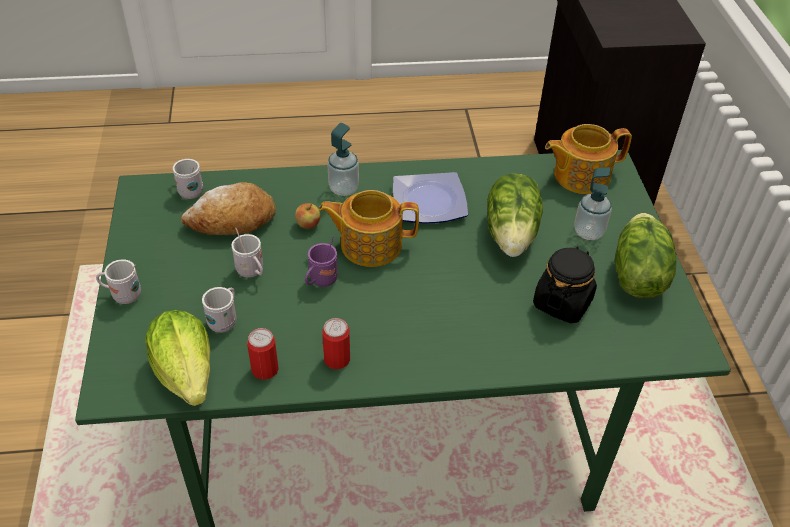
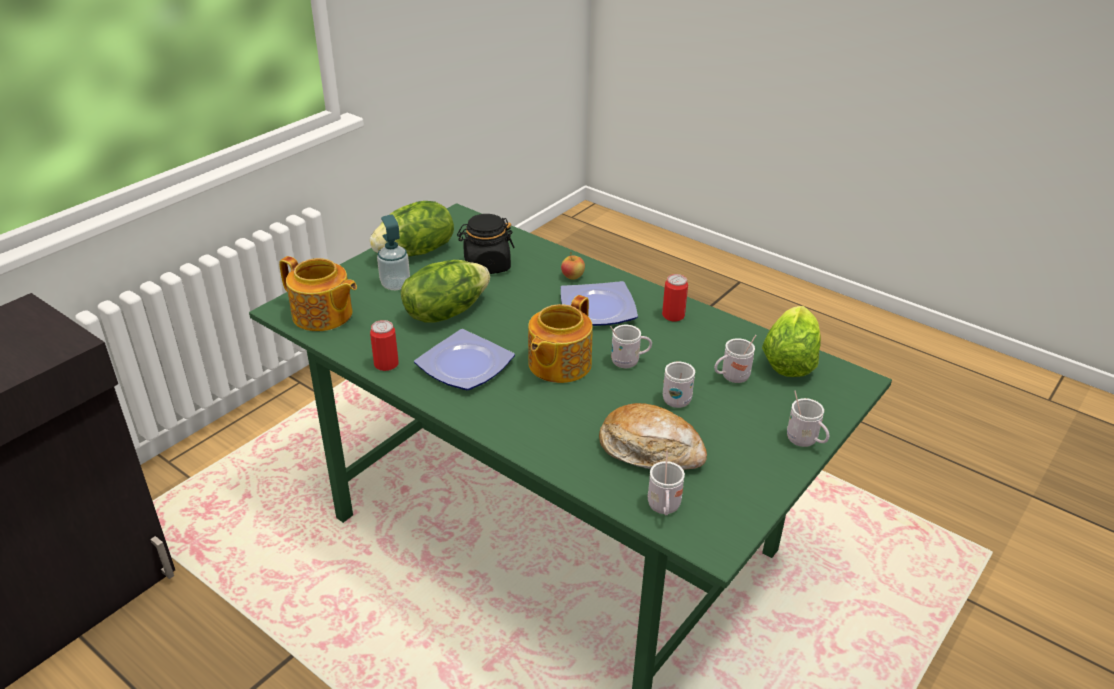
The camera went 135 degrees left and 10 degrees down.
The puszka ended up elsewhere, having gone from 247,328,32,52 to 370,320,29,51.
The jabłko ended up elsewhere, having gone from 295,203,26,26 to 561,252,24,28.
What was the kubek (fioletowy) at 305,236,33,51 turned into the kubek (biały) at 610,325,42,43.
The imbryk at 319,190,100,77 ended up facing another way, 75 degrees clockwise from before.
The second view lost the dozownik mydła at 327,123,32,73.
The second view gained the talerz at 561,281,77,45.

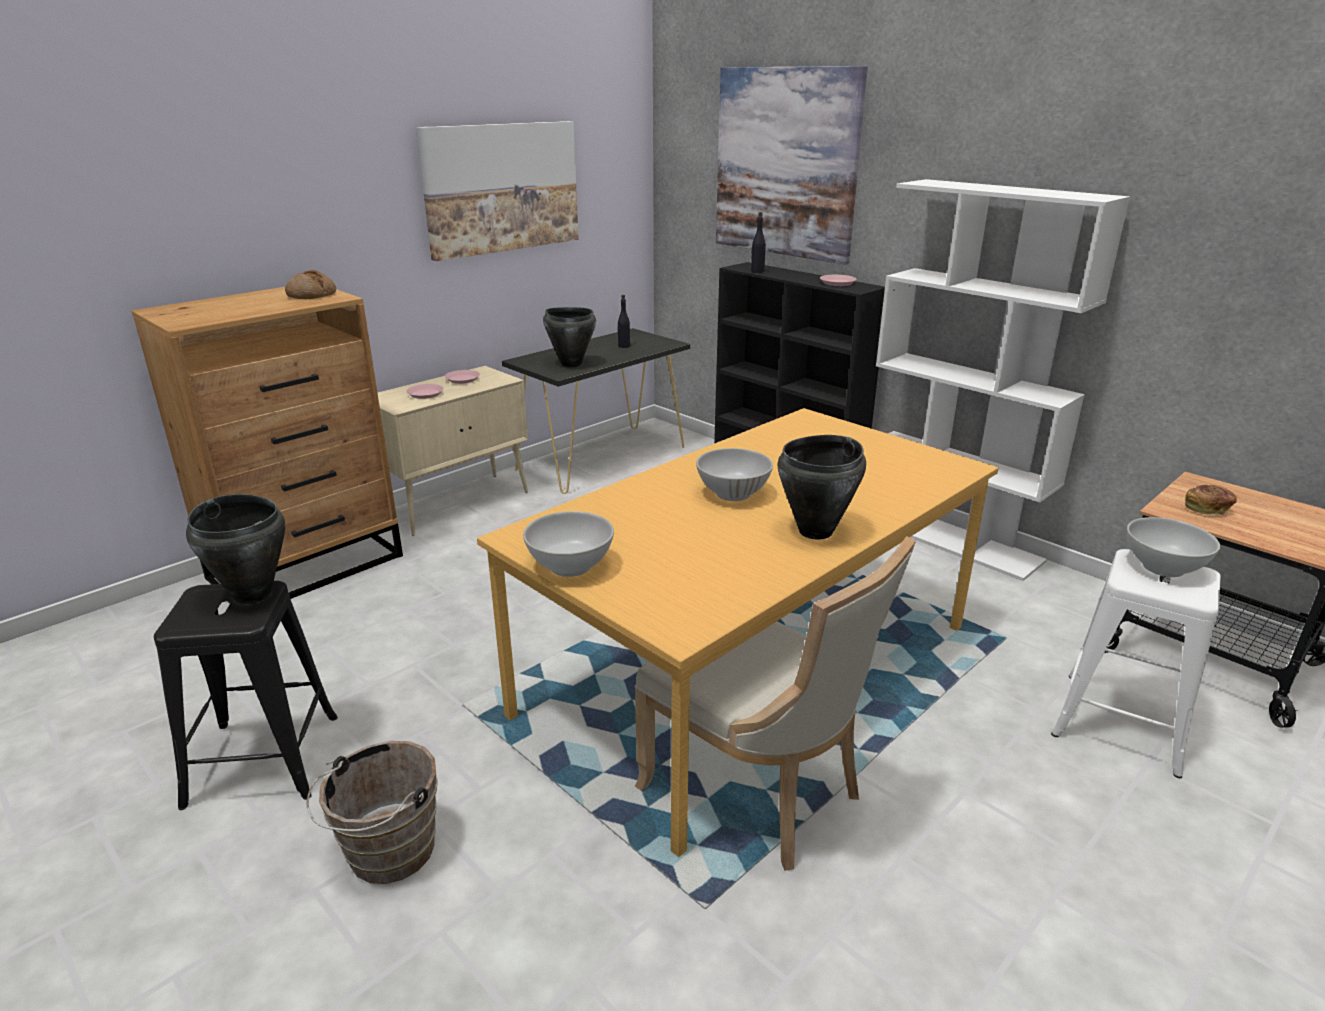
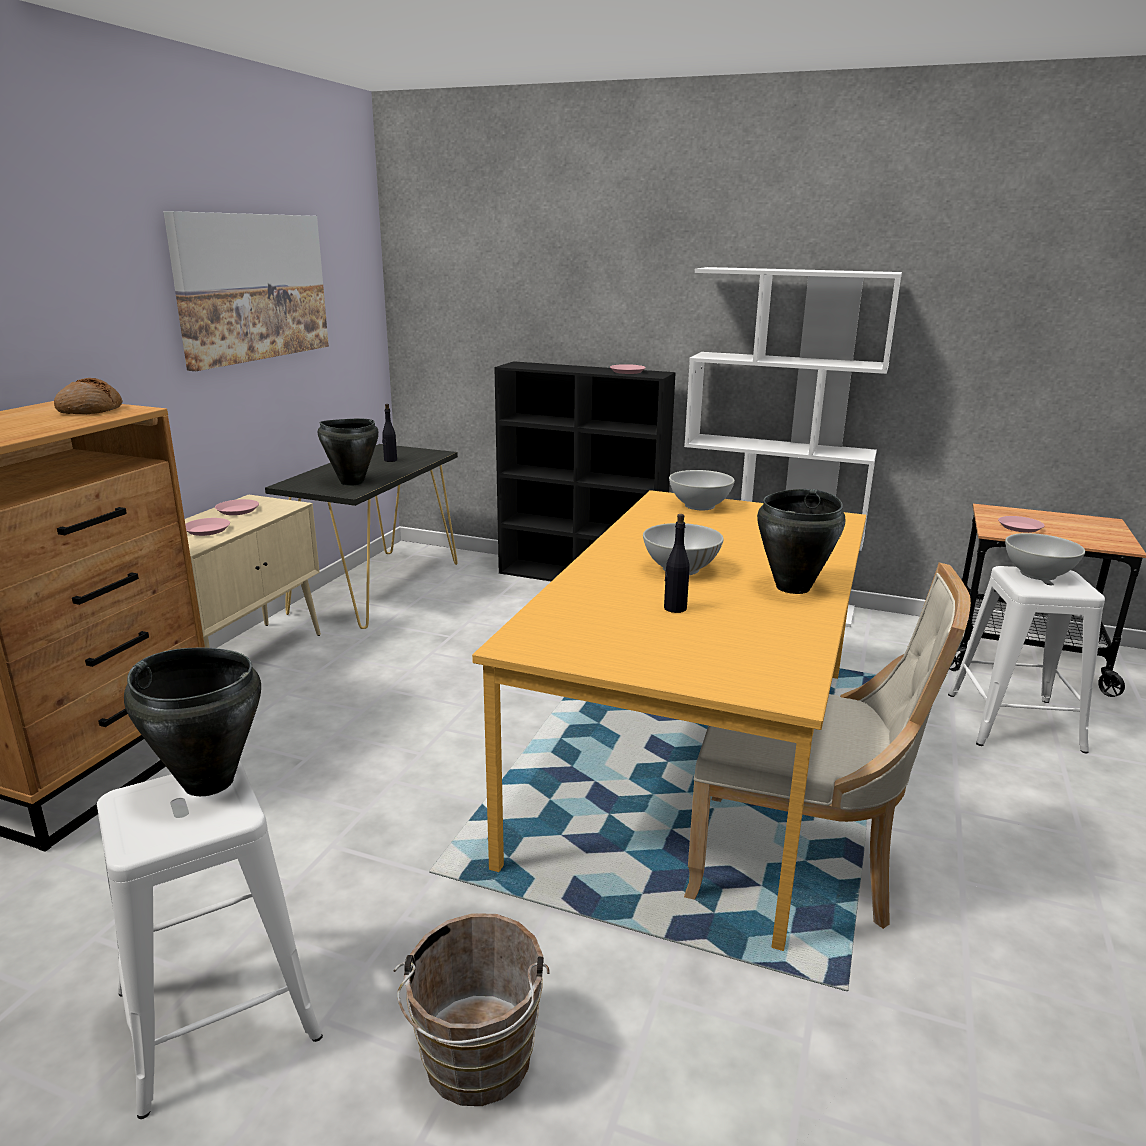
The camera went 25 degrees left and 5 degrees down.
What was the stołek (czarny) at 154,581,184,229 turned into the stołek (biały) at 97,762,226,357.
The miska (biały) ended up elsewhere, having gone from 523,511,91,66 to 669,470,66,40.
The second view lost the obraz at 716,66,152,199.
The butelka (czarny) ended up elsewhere, having gone from 751,212,15,61 to 664,514,26,99.
Where the chleb stood at 1185,485,52,31, the talerz (różowy) came to stand at 998,516,47,17.

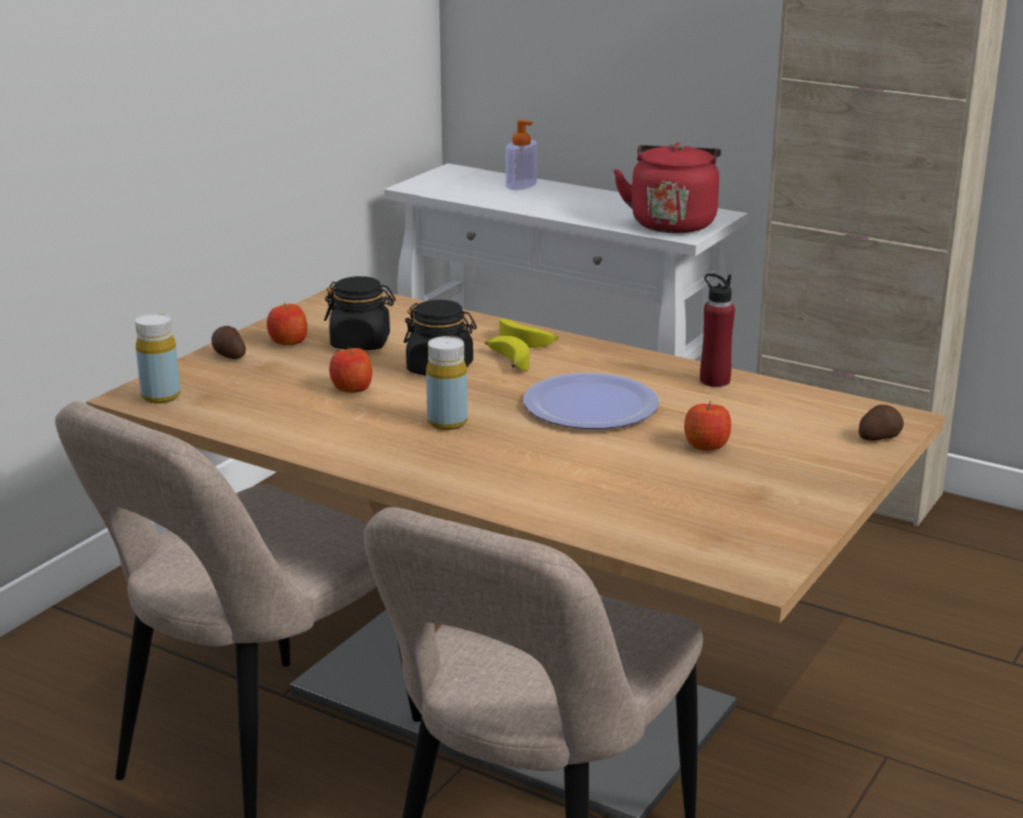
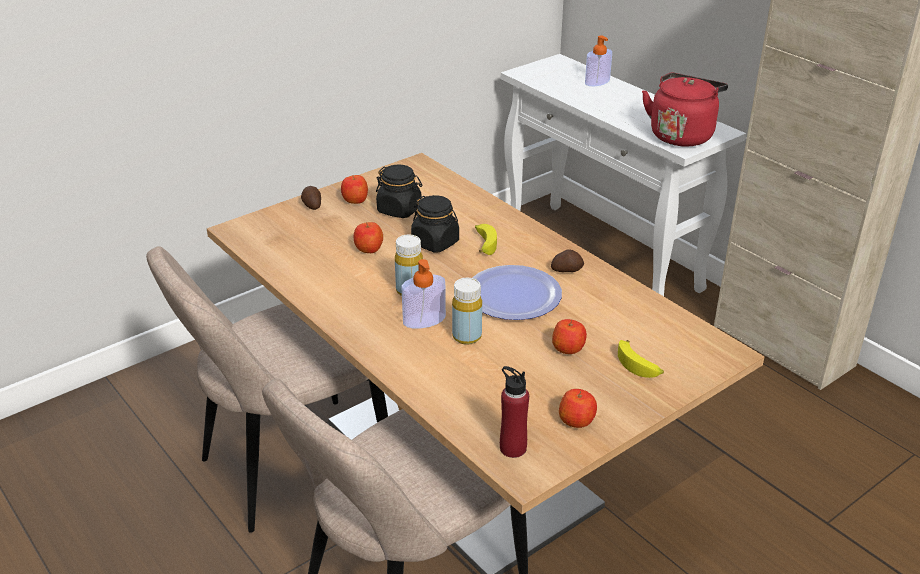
The camera went 20 degrees right and 10 degrees up.
The butelka (żółty) ended up elsewhere, having gone from 135,313,45,91 to 452,278,30,67.
The banan ended up elsewhere, having gone from 499,319,60,29 to 618,340,46,38.
The butelka (czerwony) ended up elsewhere, having gone from 700,273,35,114 to 500,366,29,92.
The ziemniak ended up elsewhere, having gone from 859,405,45,36 to 551,249,33,23.
The second view gained the dozownik mydła at 401,259,45,70.
The second view gained the jabłko at 559,389,38,39.

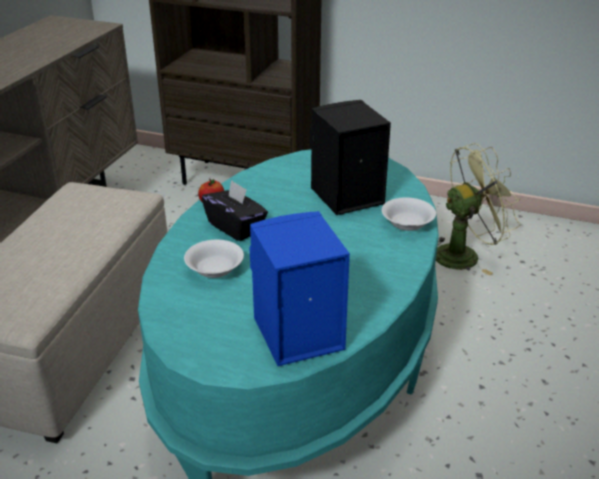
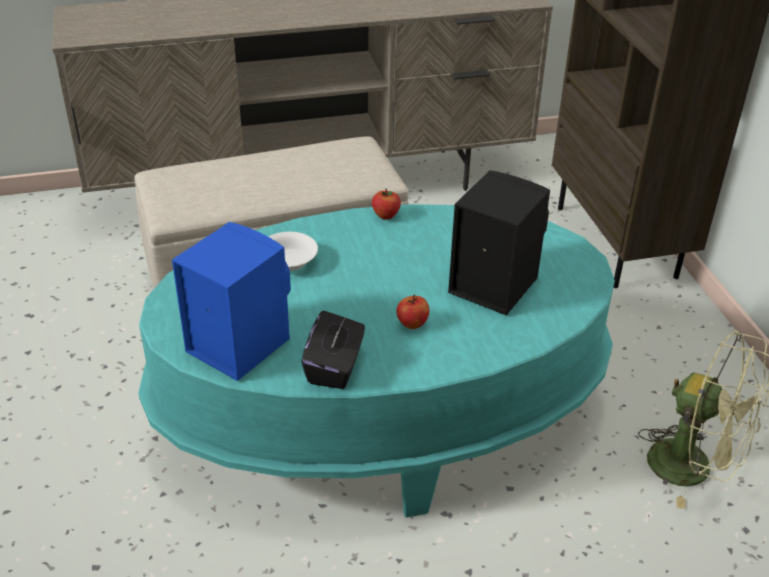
The camera went 55 degrees right and 5 degrees up.
The pudełko chusteczek (czarny) ended up elsewhere, having gone from 202,180,66,61 to 301,311,64,78.
The second view lost the miska (biały) at 382,197,54,34.
The second view gained the jabłko at 396,295,33,34.

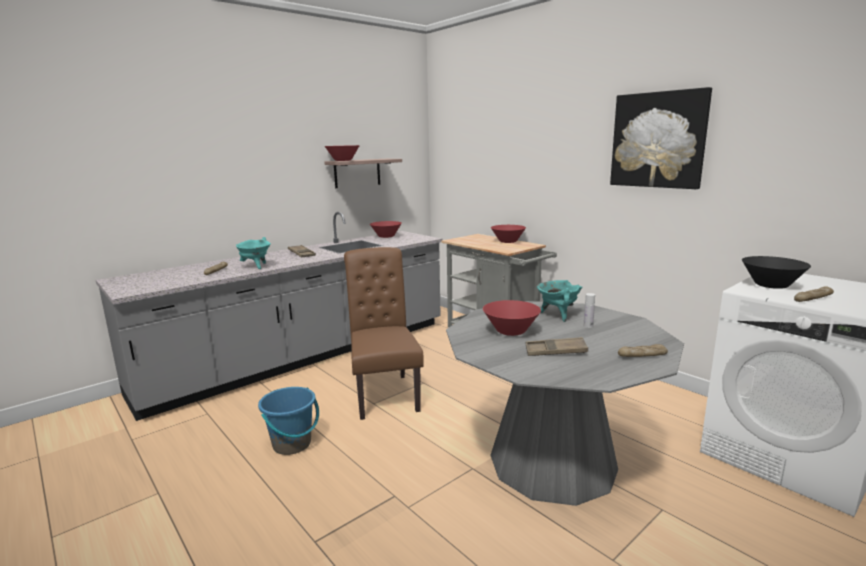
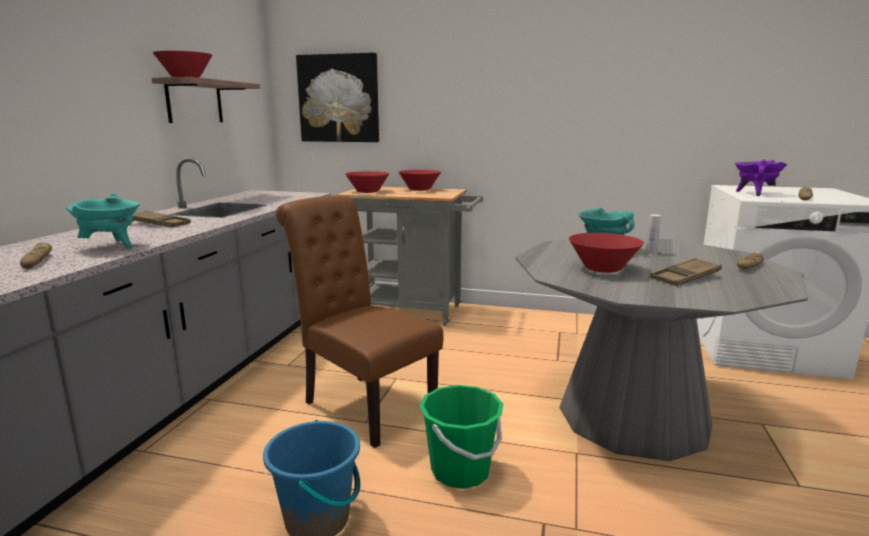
The camera went 35 degrees left and 0 degrees up.
The miska (czerwony) ended up elsewhere, having gone from 370,221,32,17 to 345,171,44,22.
The obraz ended up elsewhere, having gone from 610,87,102,102 to 296,52,83,90.
Where the miska (czarny) stood at 742,256,69,33, the garnek (fioletowy) came to stand at 735,159,52,37.
The second view gained the wiadro (zielony) at 419,385,84,104.

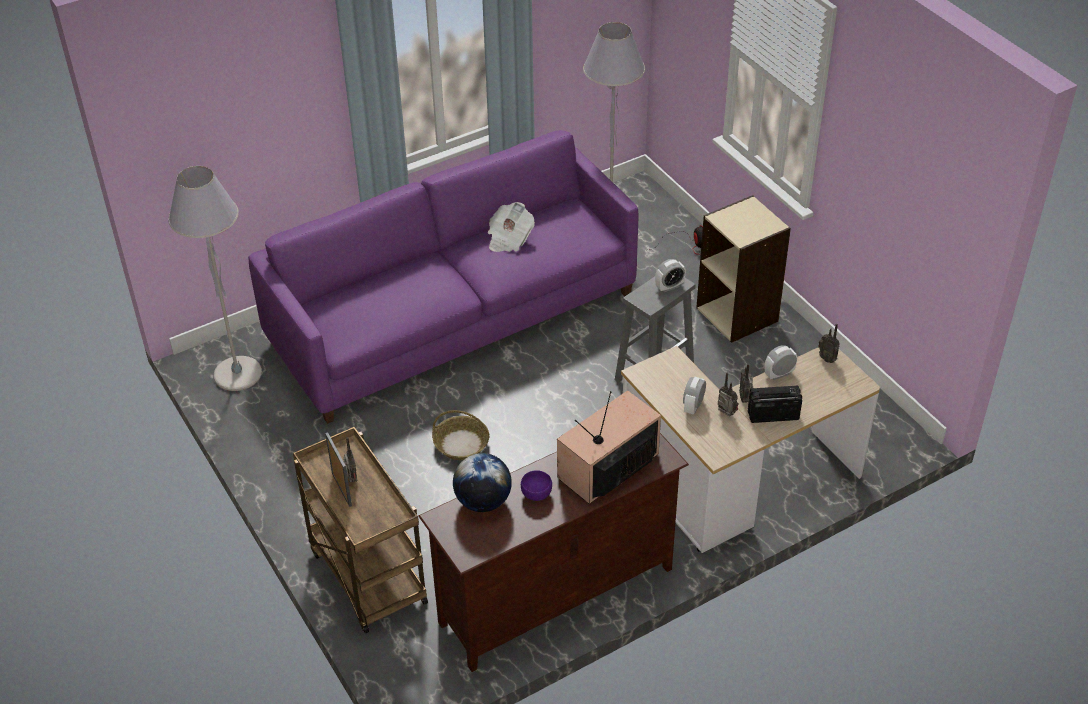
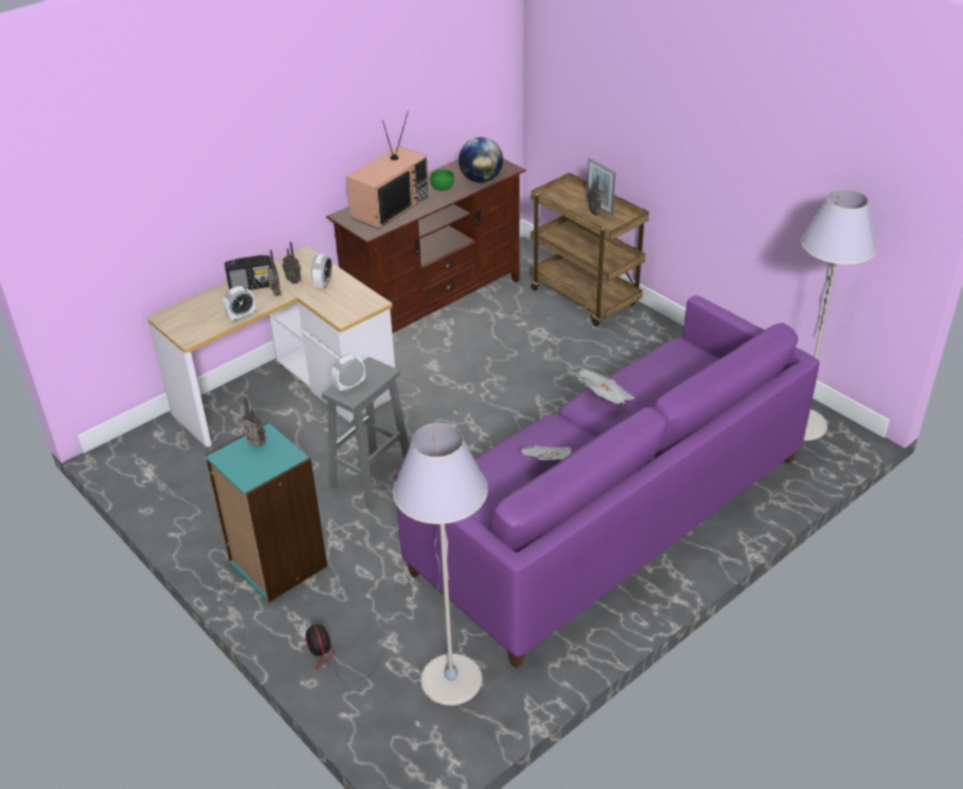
The camera went 170 degrees right and 5 degrees down.
The second view lost the koszyk at 432,410,57,50.
What was the miska (fioletowy) at 521,470,31,31 turned into the miska (zielony) at 430,169,24,22.
What was the regał (beżowy) at 696,195,95,148 turned into the regał (turkusowy) at 204,422,123,181.
The radio ended up elsewhere, having gone from 818,324,21,39 to 243,398,23,49.
The second view gained the gazeta at 578,369,57,35.

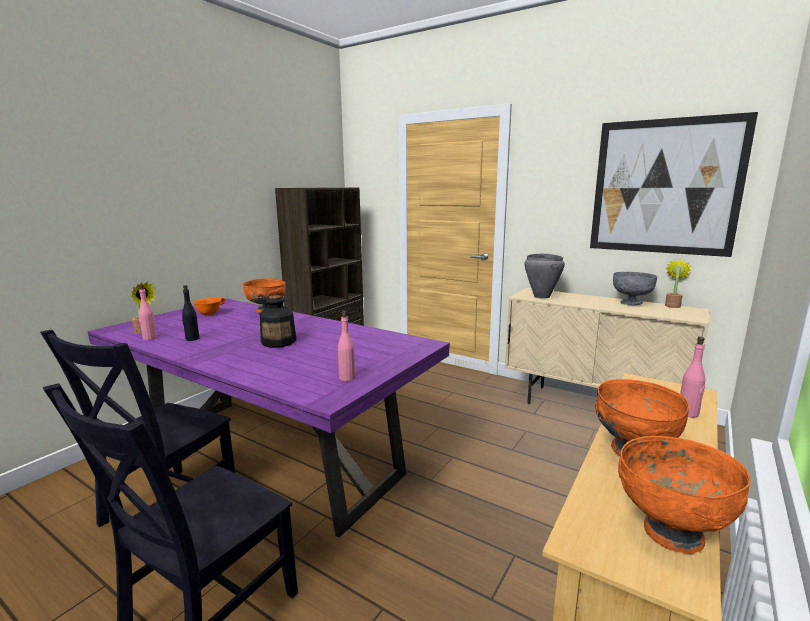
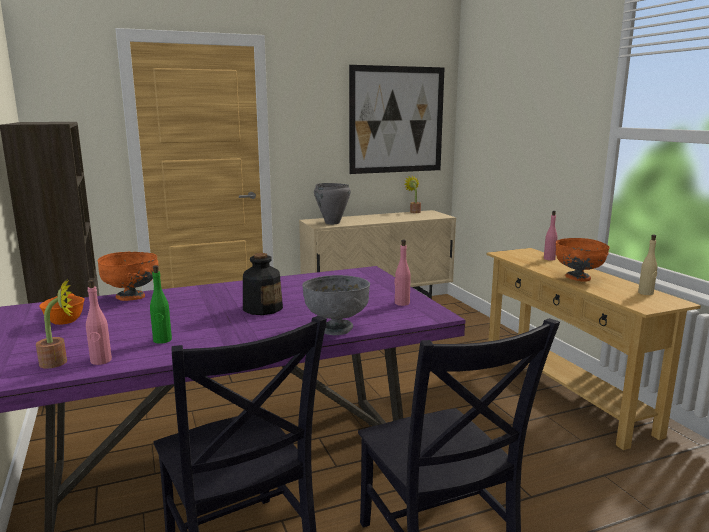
The camera went 55 degrees left and 0 degrees up.
What was the butelka (czarny) at 182,285,17,56 turned into the butelka (zielony) at 150,265,22,79.
The miska (szary) ended up elsewhere, having gone from 613,272,45,33 to 302,275,68,60.
Where the miska (pomarańczowy) stood at 618,436,132,118, the butelka (beżowy) came to stand at 638,235,19,60.

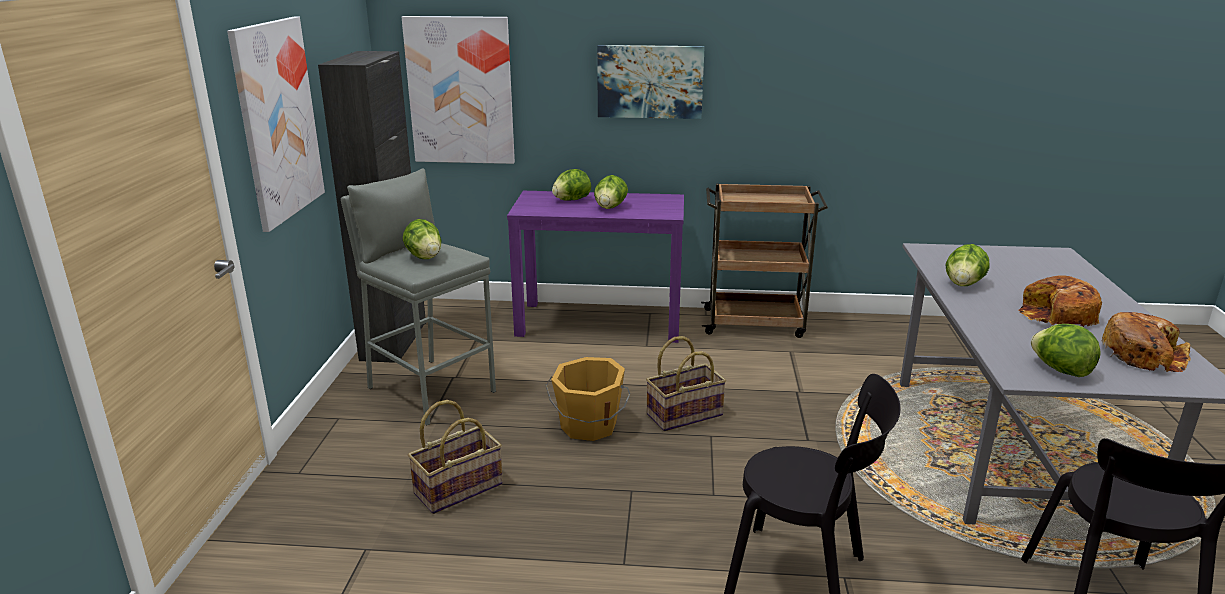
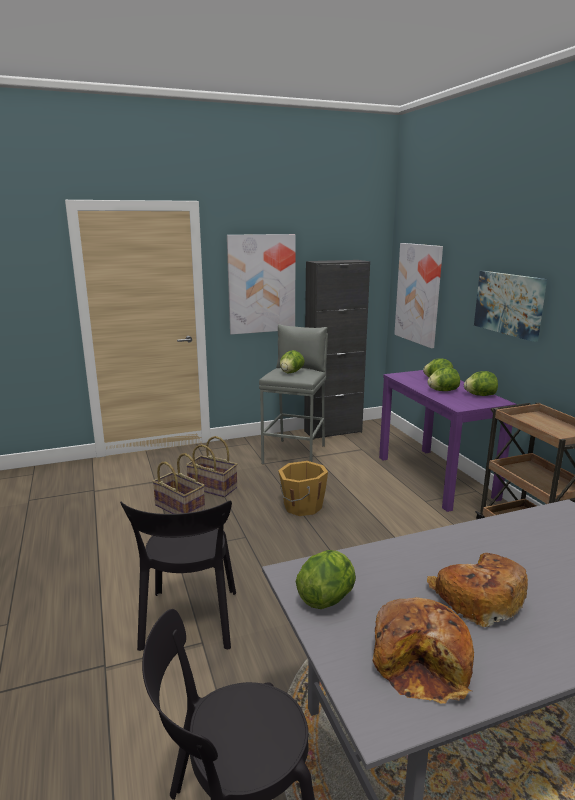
The camera went 65 degrees right and 5 degrees down.
The koszyk ended up elsewhere, having gone from 646,336,80,95 to 152,453,53,61.
The sałata ended up elsewhere, having gone from 946,244,44,42 to 464,371,34,25.

